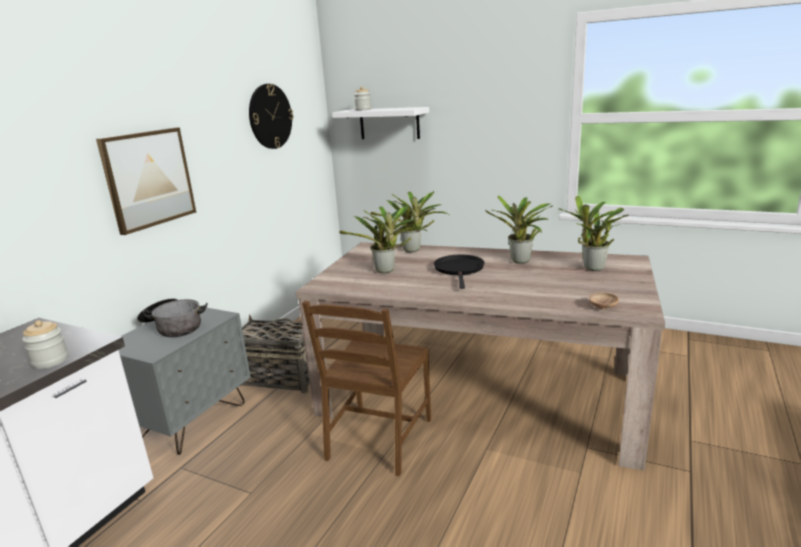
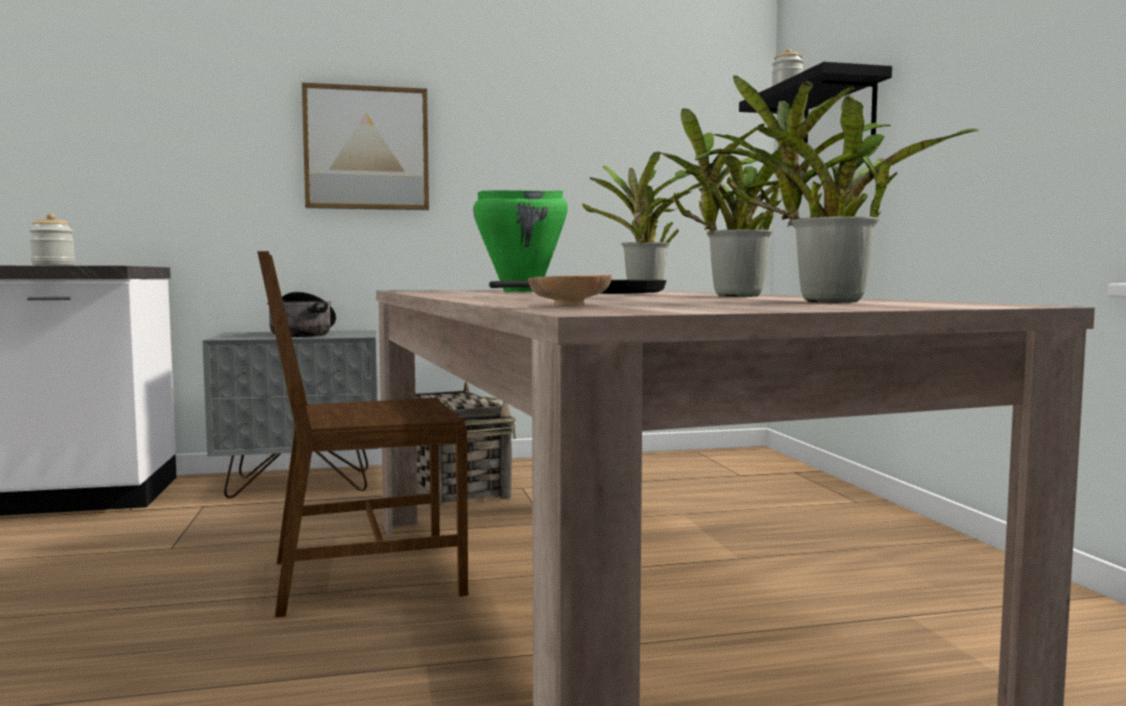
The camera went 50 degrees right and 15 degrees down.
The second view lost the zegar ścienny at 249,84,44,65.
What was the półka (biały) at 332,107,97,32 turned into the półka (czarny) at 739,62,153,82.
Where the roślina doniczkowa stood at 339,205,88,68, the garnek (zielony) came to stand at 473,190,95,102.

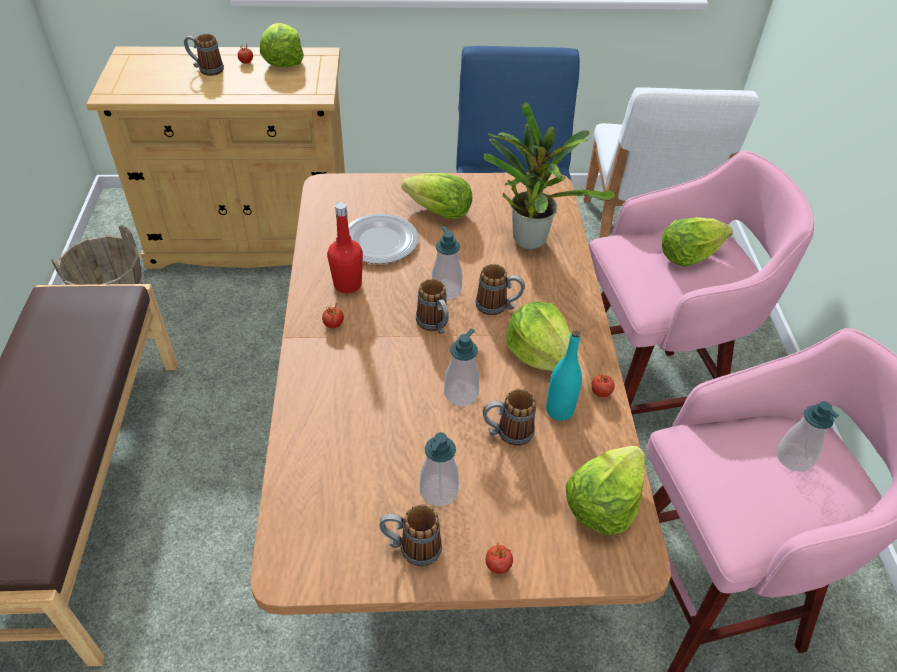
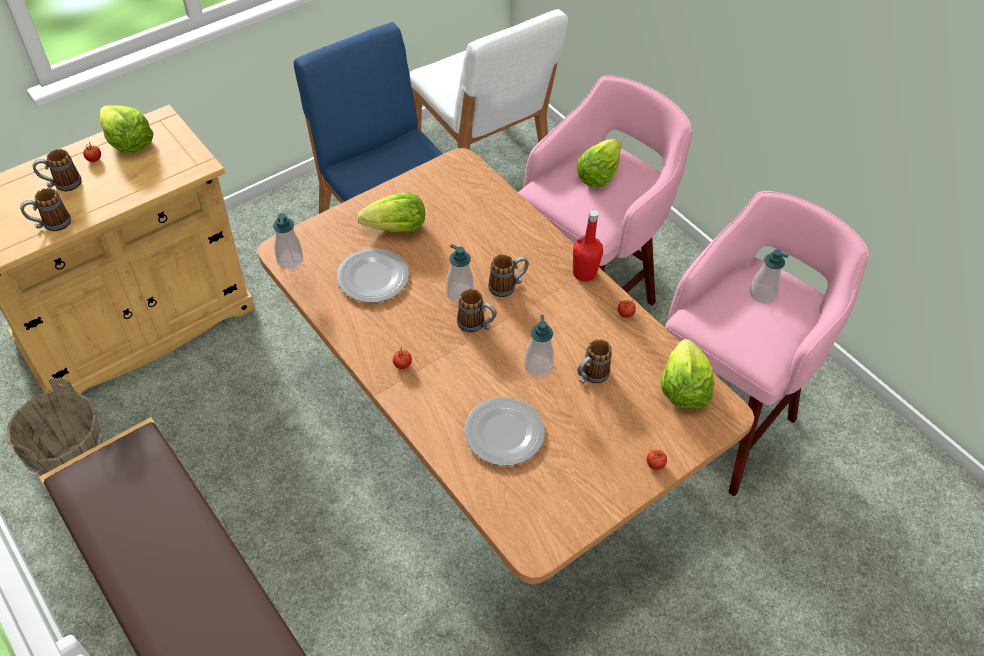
The camera went 35 degrees left and 5 degrees up.
The butelka (czerwony) ended up elsewhere, having gone from 327,202,36,91 to 573,210,30,72.
The kubek ended up elsewhere, having gone from 379,504,63,62 to 20,188,51,43.
The dozownik mydła ended up elsewhere, having gone from 420,432,39,74 to 273,213,30,56.
The second view lost the roślina doniczkowa at 484,102,132,148.
The second view lost the sałata at 506,302,73,69.
The second view lost the butelka (turkusowy) at 546,331,36,90.
The second view gained the talerz at 465,397,80,69.

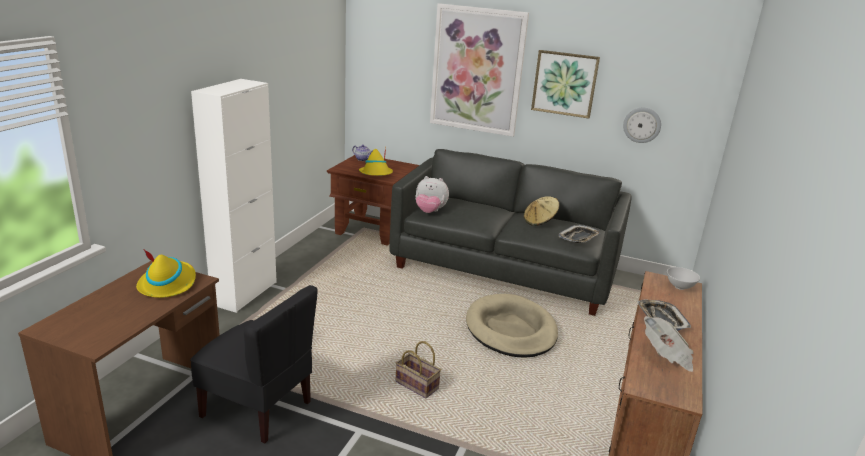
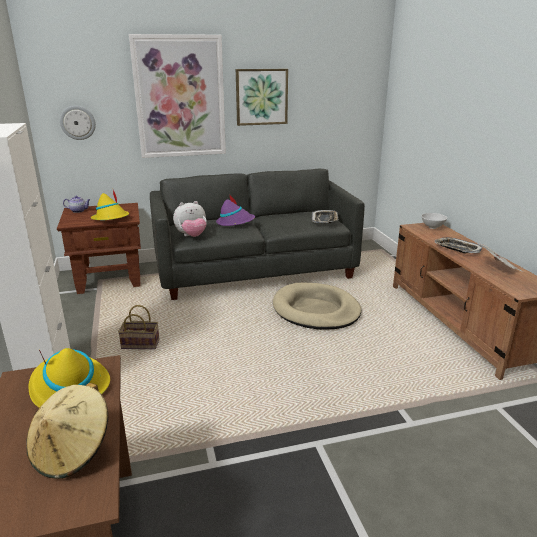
The camera went 35 degrees left and 0 degrees up.
The second view lost the krzesło (czarny) at 190,285,128,158.
The koszyk ended up elsewhere, having gone from 395,341,46,57 to 118,305,42,44.
The kapelusz (beżowy) ended up elsewhere, having gone from 524,196,36,30 to 26,383,82,96.
The zegar ścienny ended up elsewhere, having gone from 623,108,38,35 to 60,105,36,35.
The second view gained the kapelusz (fioletowy) at 216,194,39,32.

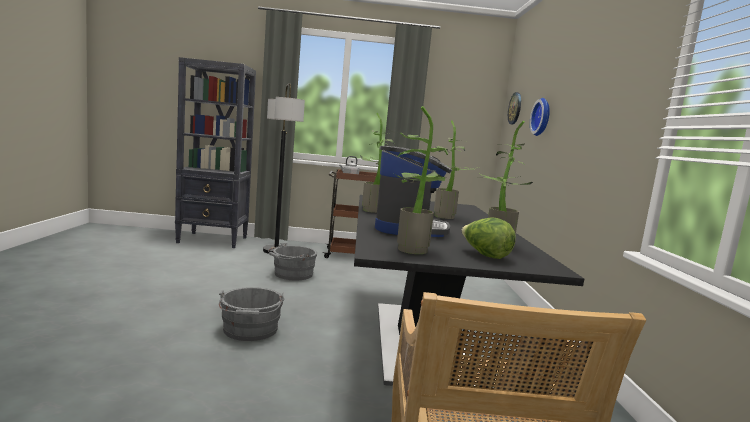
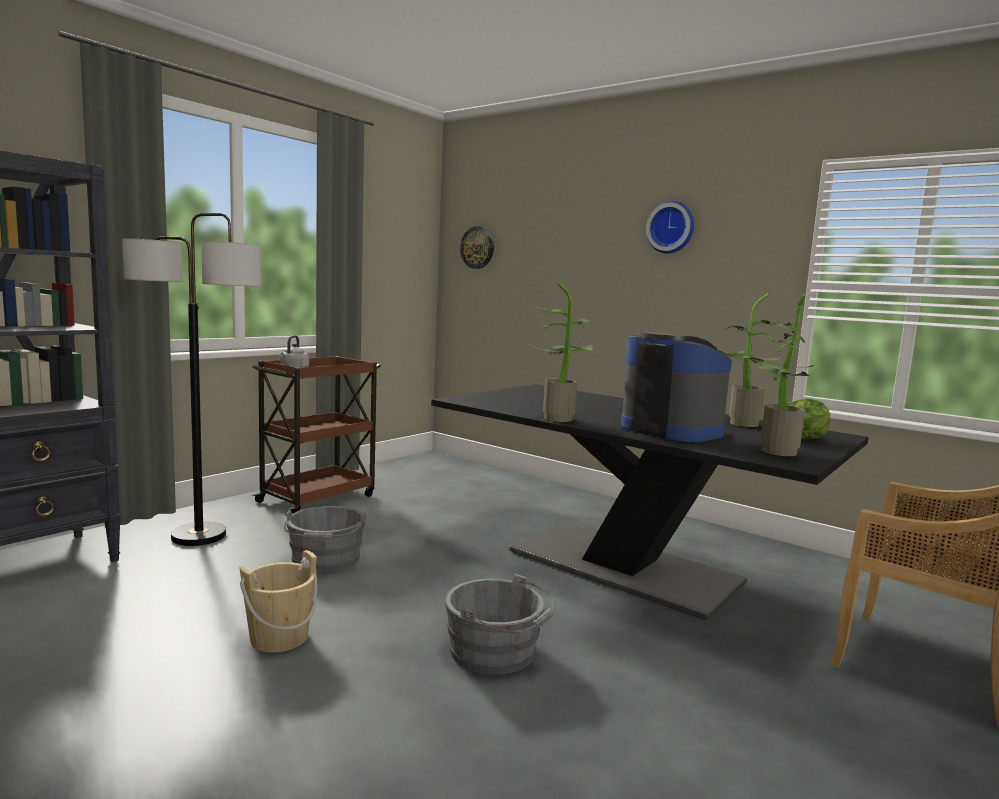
The camera went 50 degrees left and 0 degrees up.
The second view lost the roślina doniczkowa at 434,120,44,99.
The zegar ścienny ended up elsewhere, having gone from 530,98,20,38 to 646,201,48,53.
The second view gained the wiadro (beżowy) at 239,550,78,103.

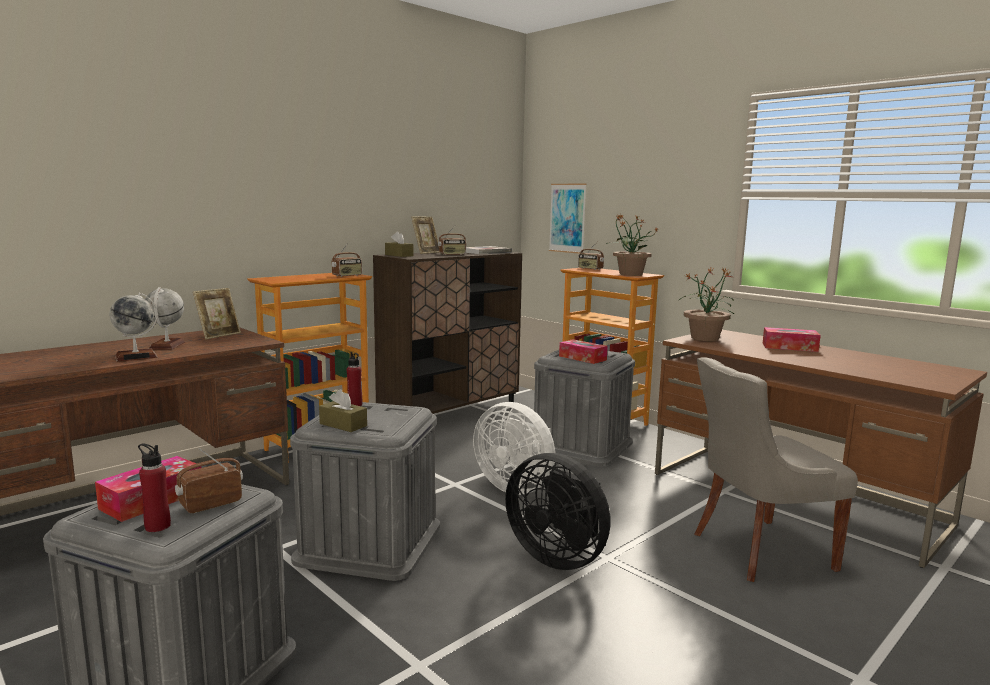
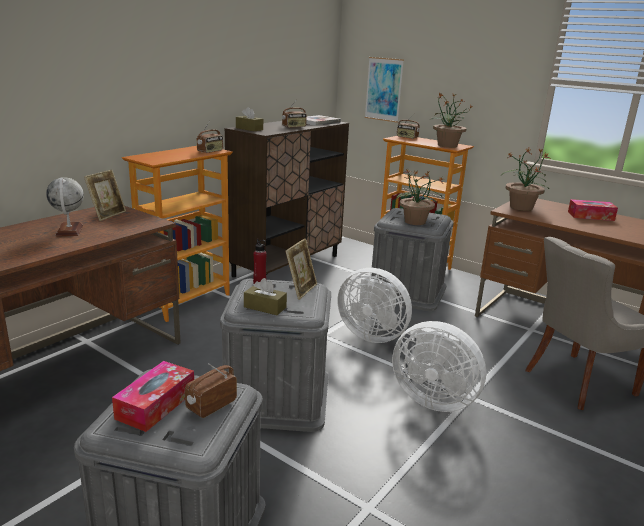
The camera went 10 degrees left and 10 degrees up.
The second view lost the globus at 110,293,48,69.
The second view lost the butelka (czerwony) at 138,444,33,88.
The ramka na zdjęcie ended up elsewhere, having gone from 411,217,29,37 to 285,238,32,62.
What was the wentylator (czarny) at 505,453,106,117 turned into the wentylator (biały) at 392,321,94,91.
Where the pudełko chusteczek stood at 559,339,49,25, the roślina doniczkowa came to stand at 396,169,47,56.

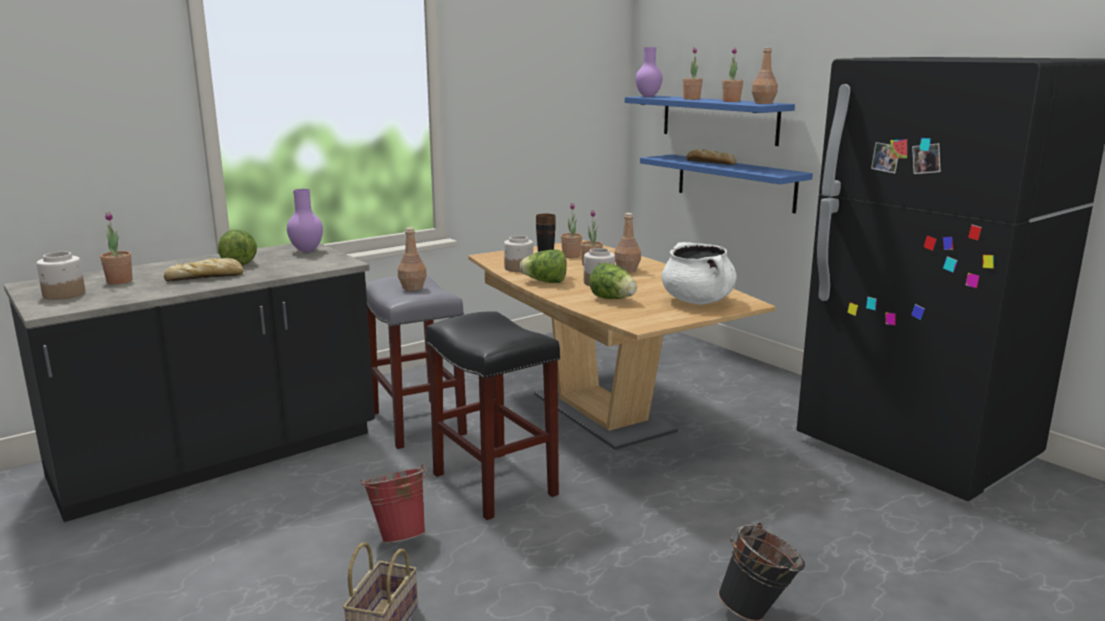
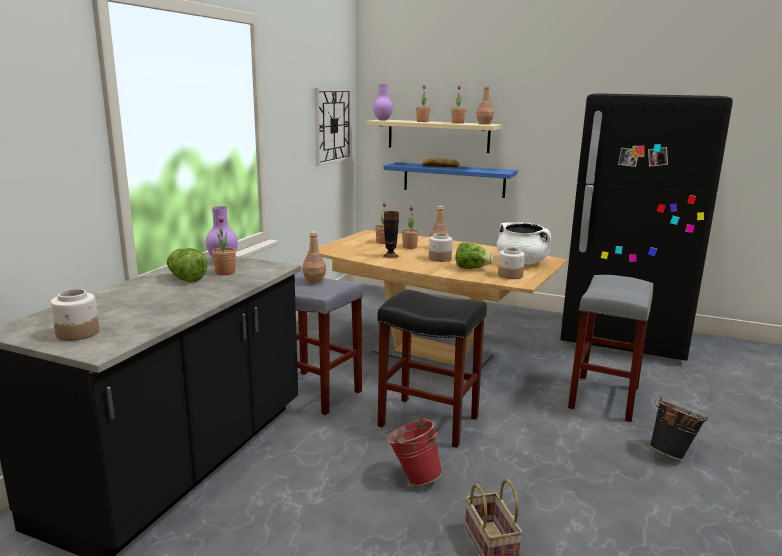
The camera went 30 degrees left and 0 degrees up.
The roślina doniczkowa ended up elsewhere, having gone from 100,212,32,72 to 212,215,24,60.
The second view lost the chleb at 164,258,79,24.
The słoik ended up elsewhere, having gone from 504,236,29,36 to 498,247,27,32.
The second view lost the sałata at 520,250,47,33.
What was the półka (niebieski) at 625,96,170,50 turned into the półka (beżowy) at 367,120,135,33.
The second view gained the zegar ścienny at 315,88,37,78.
The second view gained the stołek (szary) at 568,275,85,147.

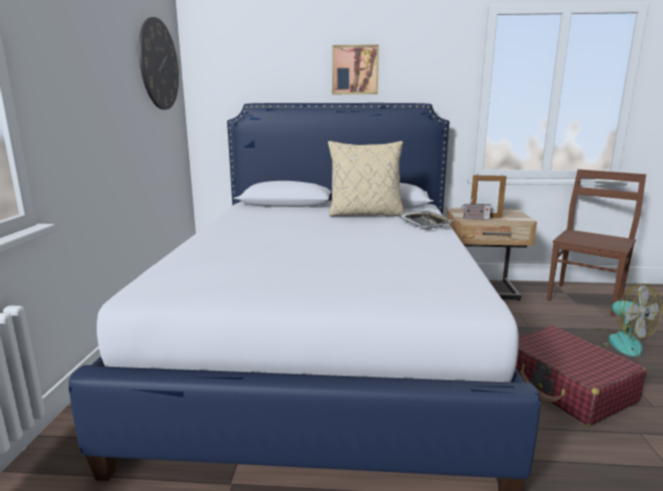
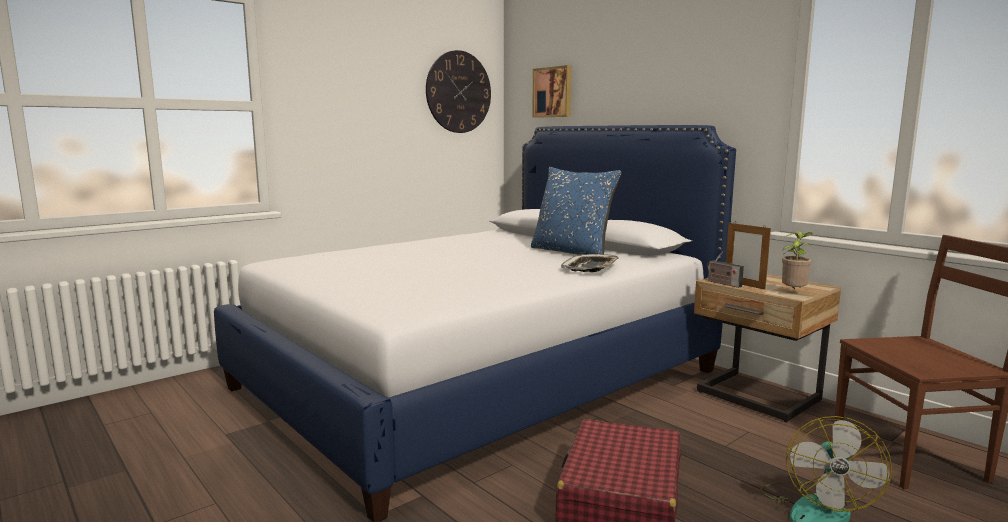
The camera went 45 degrees right and 5 degrees down.
What was the poduszka (beżowy) at 328,141,77,76 turned into the poduszka (niebieski) at 531,167,91,88.
The obraz ended up elsewhere, having gone from 332,45,47,49 to 532,65,40,53.
The second view gained the roślina doniczkowa at 782,231,31,58.

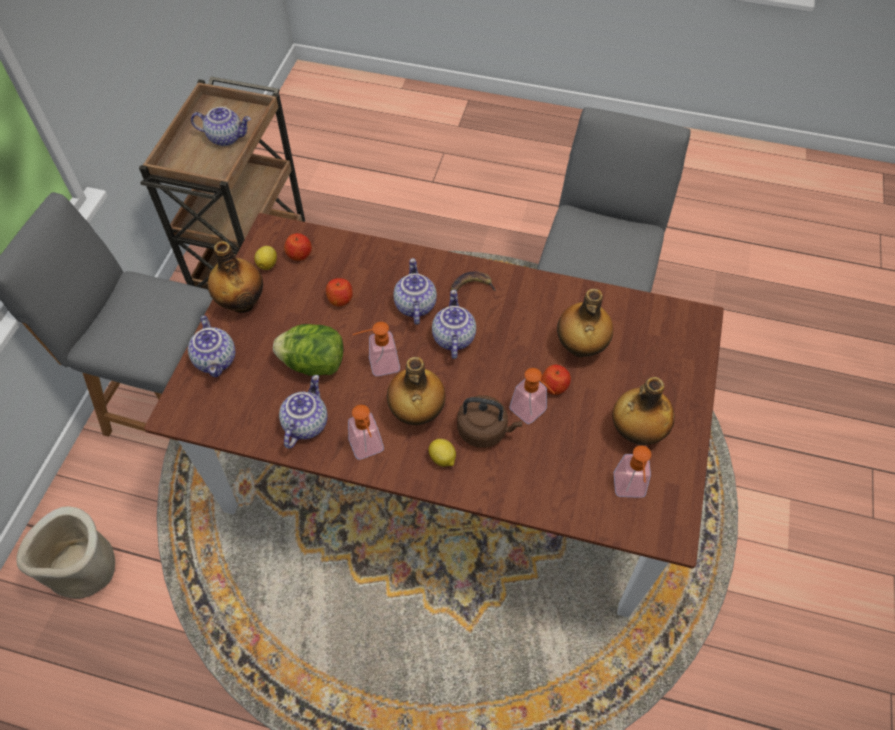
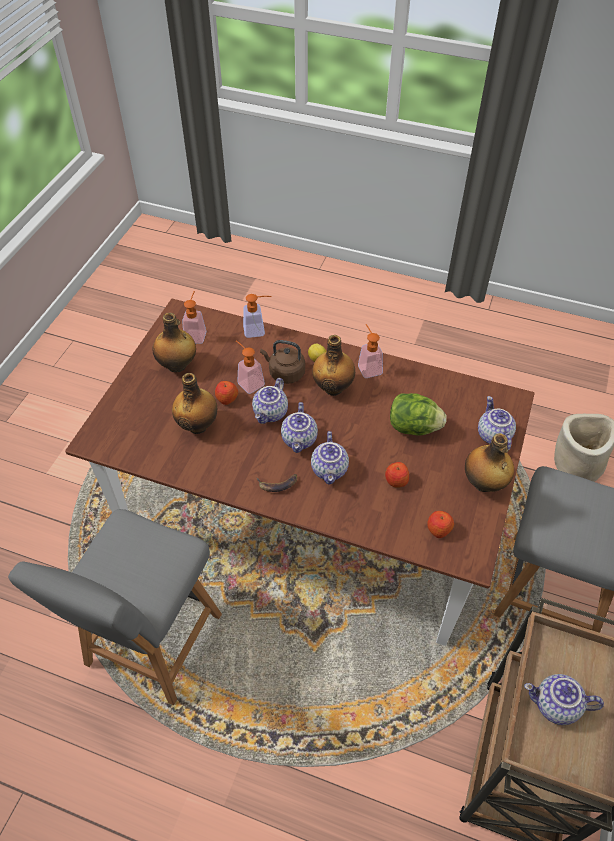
The camera went 175 degrees left and 5 degrees down.
The second view lost the cytryna at 254,246,23,24.
The imbryk ended up elsewhere, having gone from 279,375,49,74 to 252,378,36,46.
The dozownik mydła ended up elsewhere, having gone from 353,322,47,54 to 243,294,28,44.

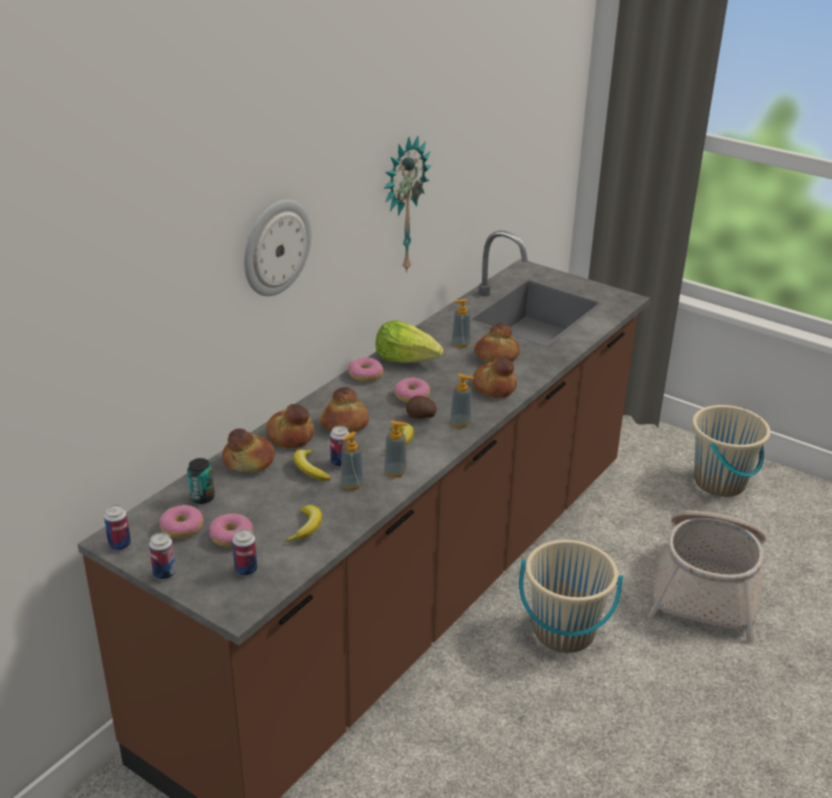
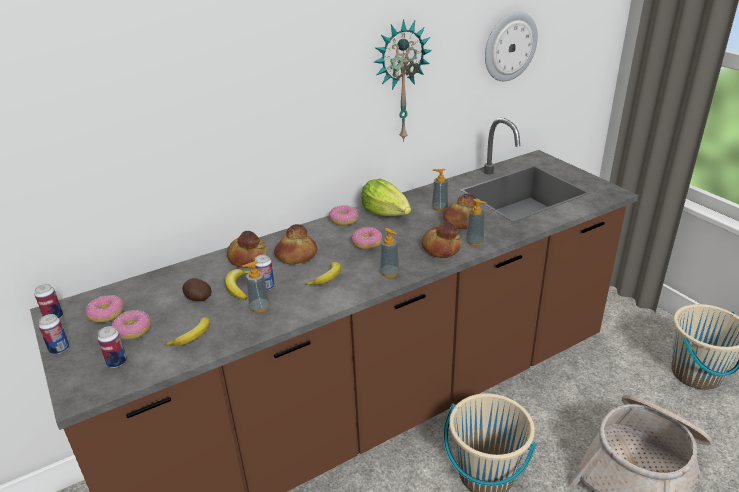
The camera went 25 degrees right and 0 degrees up.
The second view lost the puszka at 187,458,28,46.
The second view lost the chleb at 222,429,53,44.
The zegar ścienny ended up elsewhere, having gone from 244,200,68,96 to 485,11,53,70.
The dozownik mydła ended up elsewhere, having gone from 384,421,24,57 to 466,199,20,47.
The ziemniak ended up elsewhere, having gone from 406,395,31,24 to 182,278,30,23.

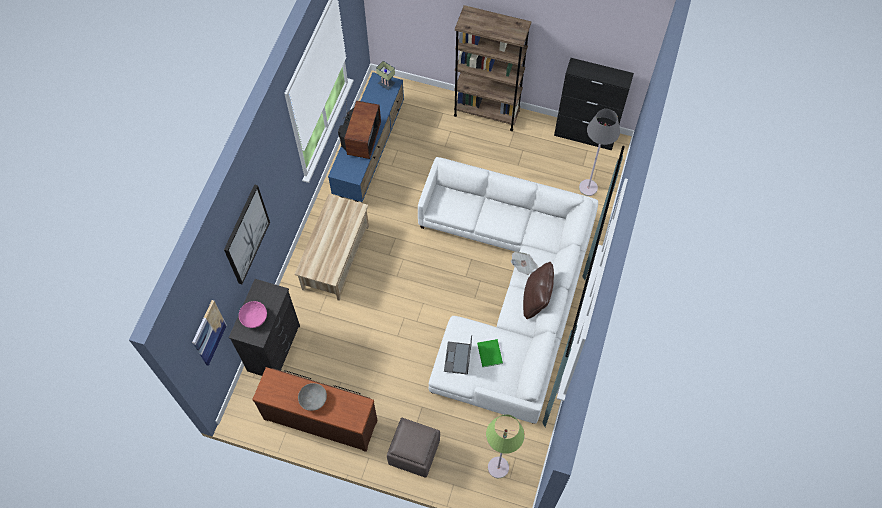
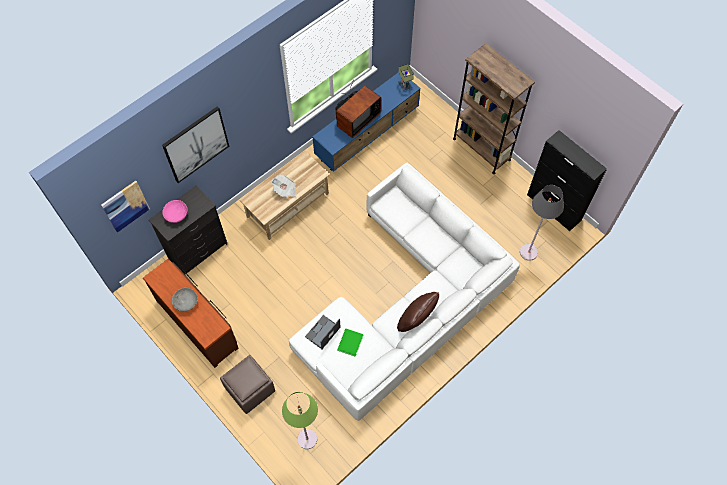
The camera went 30 degrees right and 0 degrees up.
The gazeta ended up elsewhere, having gone from 511,251,28,24 to 272,174,25,24.

